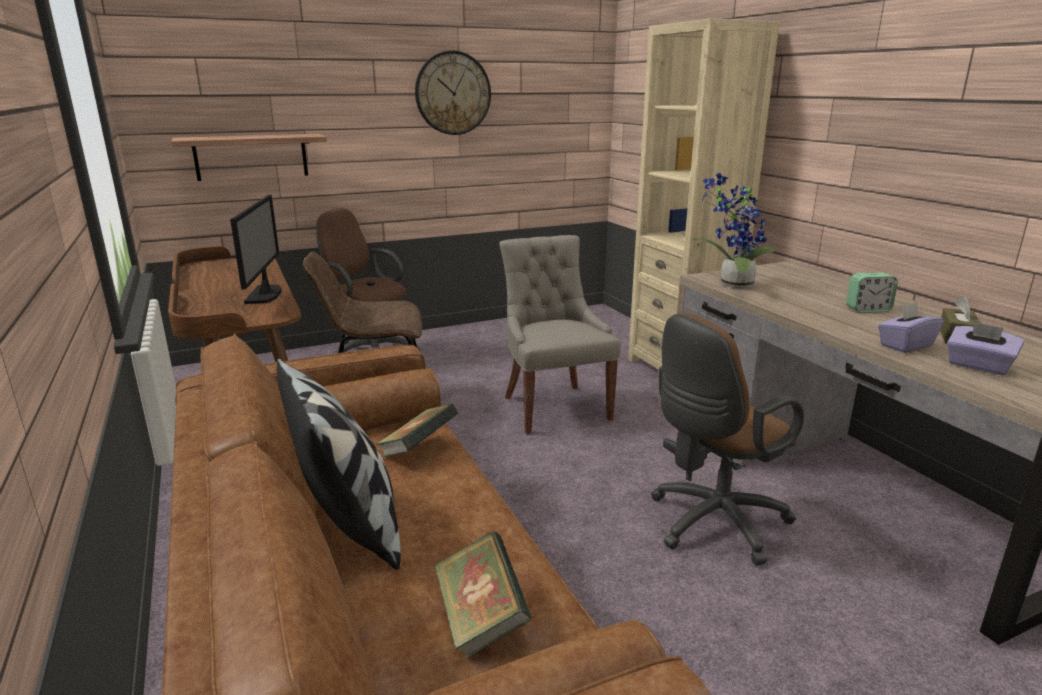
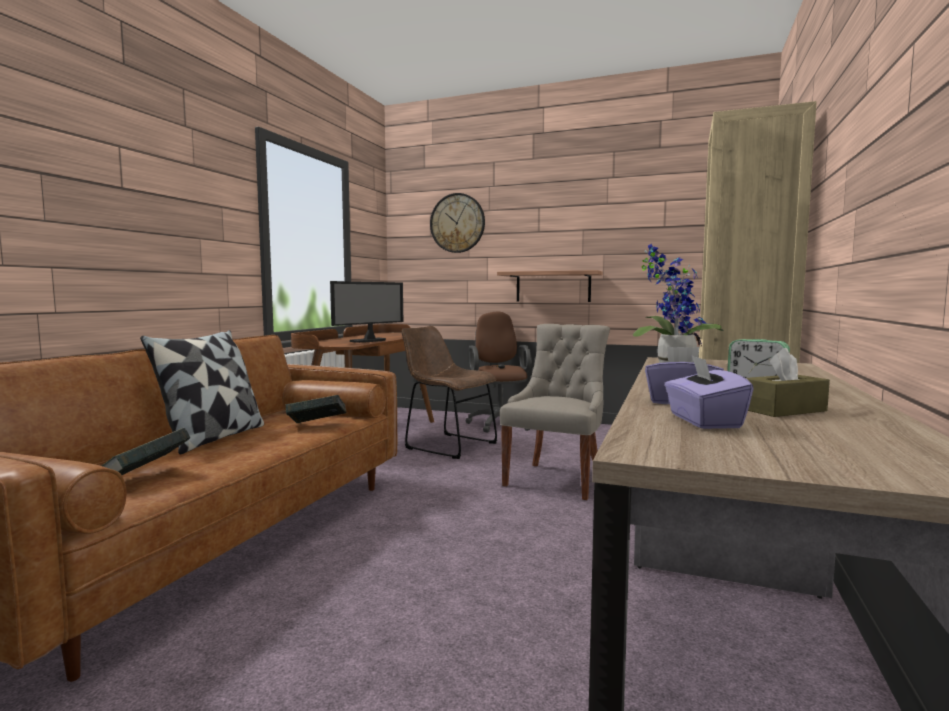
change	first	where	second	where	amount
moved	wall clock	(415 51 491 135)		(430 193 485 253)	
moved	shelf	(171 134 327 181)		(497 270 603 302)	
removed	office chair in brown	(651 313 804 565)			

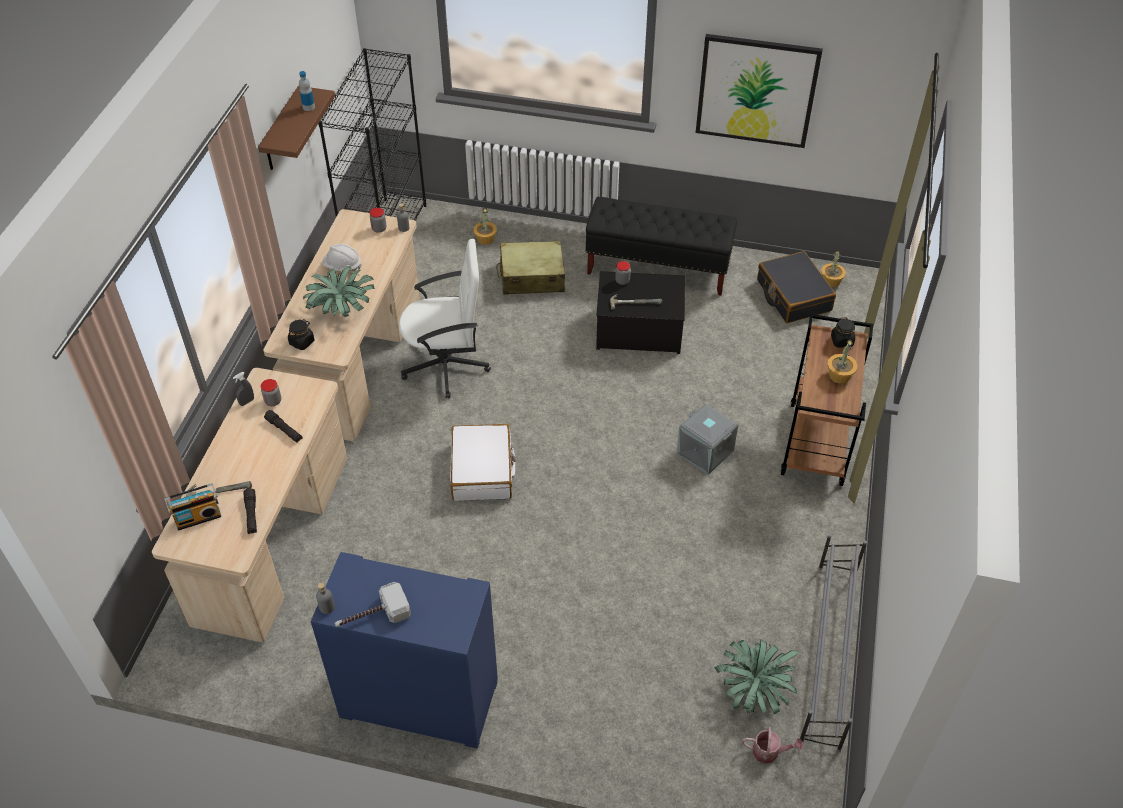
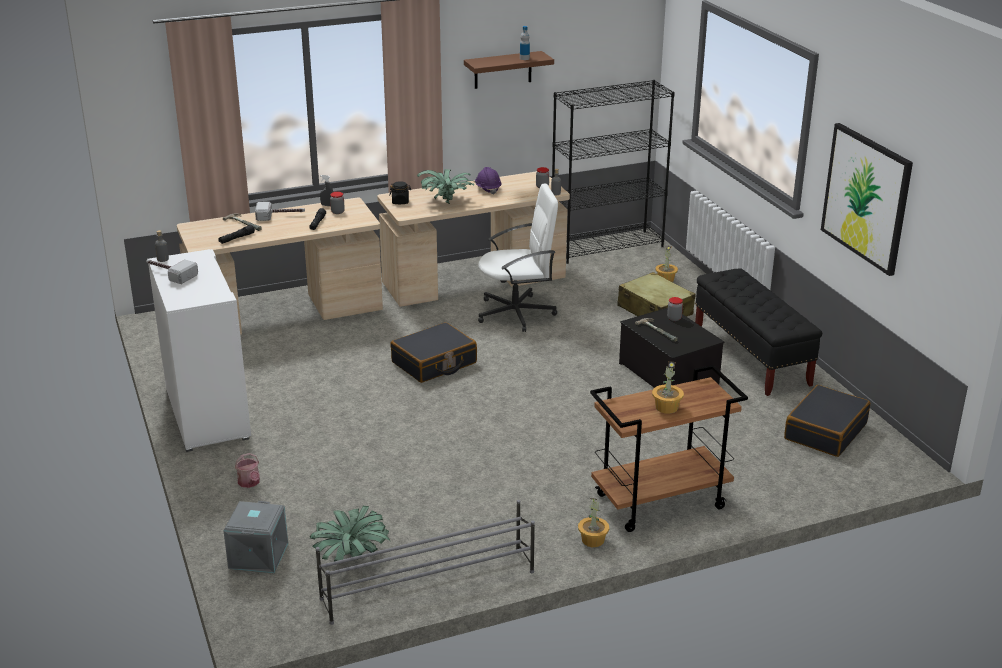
change	first	where	second	where	amount
recoloured	cabinet in blue	(311 552 498 749)	cabinet in white	(148 249 251 452)	
moved	storage box in grey	(676 404 738 475)		(223 501 288 573)	
moved	watering can	(742 727 803 764)		(235 453 260 488)	
added			hammer	(255 202 305 221)	
recoloured	suitcase in white	(450 424 516 501)	suitcase in black	(390 322 477 383)	
recoloured	hard hat in white	(322 244 362 271)	hard hat in purple	(475 167 501 195)	
turned	office chair in white	(399 239 491 398)		(478 184 558 332)	60 degrees counterclockwise
moved	potted plant	(821 251 846 287)		(578 498 609 547)	
removed	radio	(164 483 221 531)			
removed	jar in black	(831 318 855 347)			

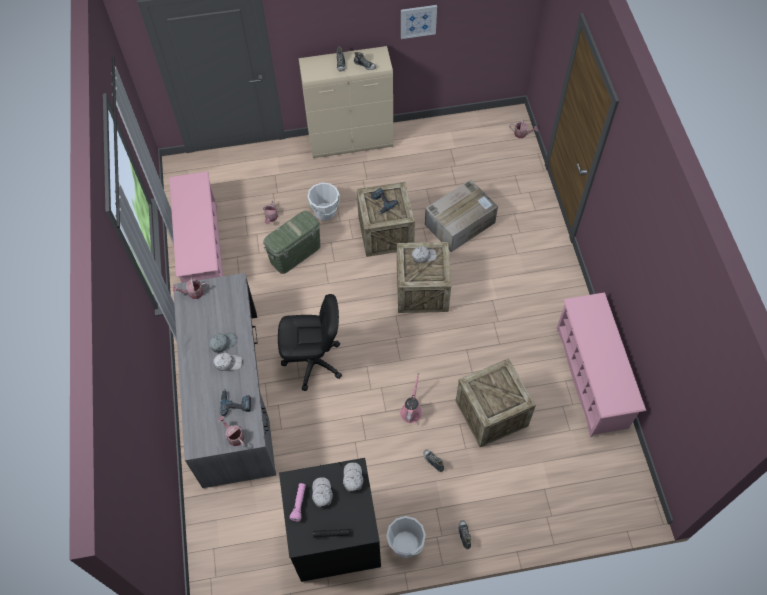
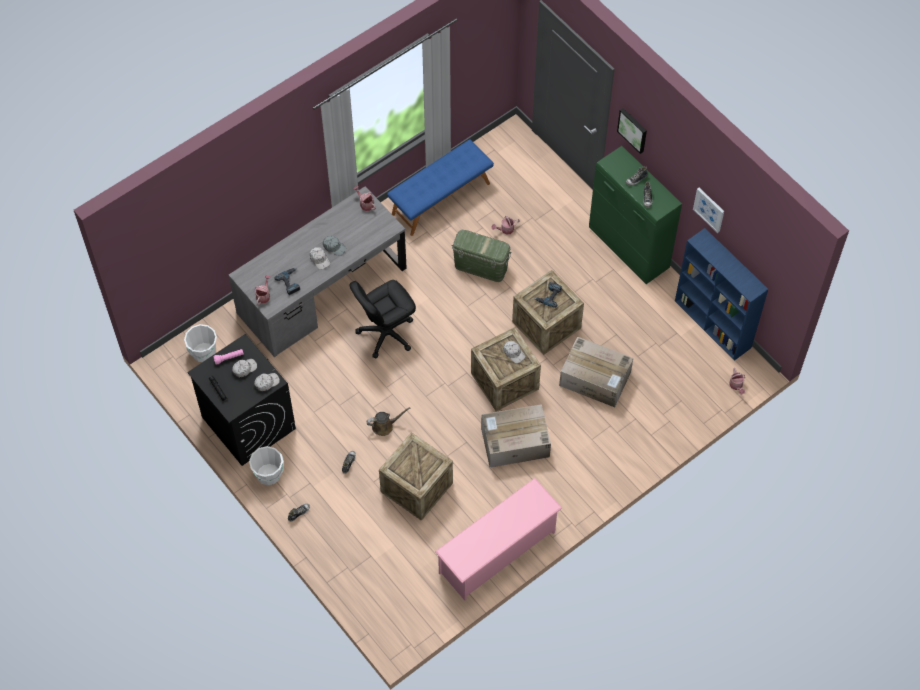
change	first	where	second	where	amount
moved	bucket in white	(308 183 340 221)		(184 324 217 362)	
turned	office chair in black	(278 294 342 391)		(350 280 416 358)	90 degrees clockwise
recoloured	watering can in pink	(400 373 422 423)	watering can in brown	(366 407 411 436)	
replaced	shoe rack in pink	(169 171 223 283)	bench in blue	(387 139 494 236)	
added			cardboard box	(481 404 551 467)	
recoloured	cabinet in beige	(299 46 393 158)	cabinet in green	(589 146 682 284)	
added			picture	(617 108 647 154)	
added			bookcase in blue	(675 228 768 361)	

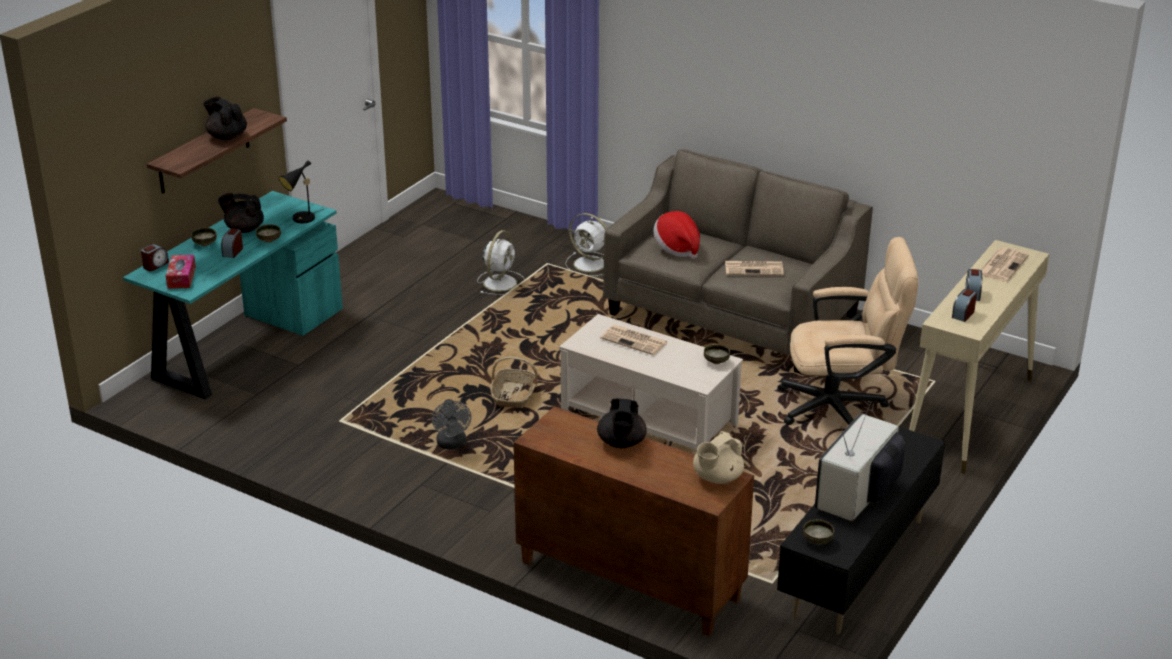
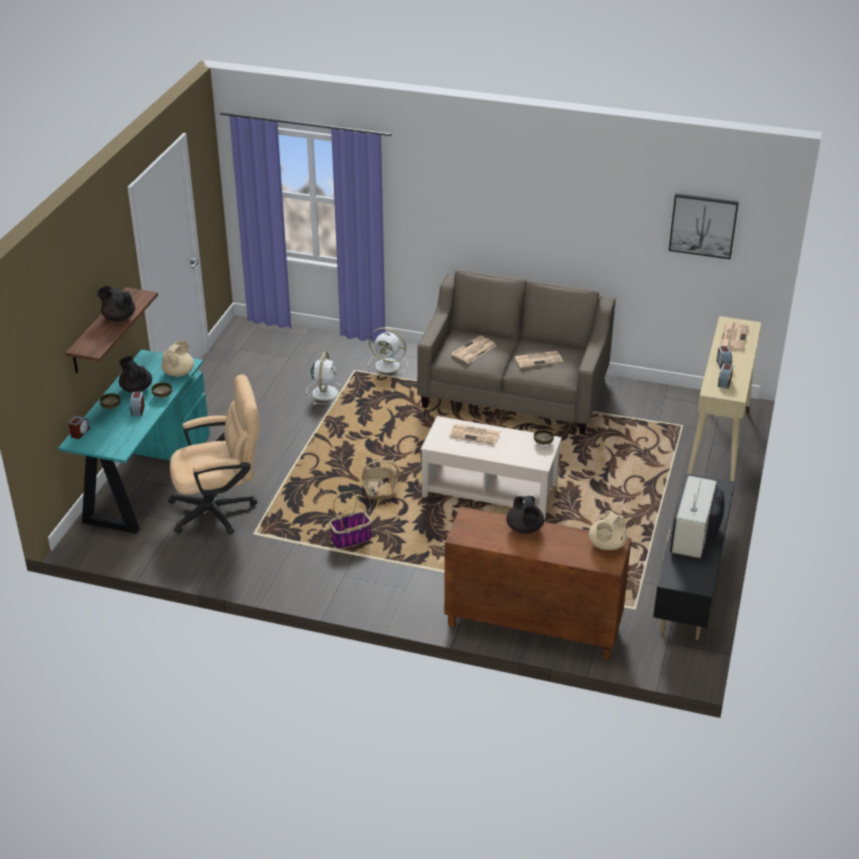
change	first	where	second	where	amount
turned	teapot in black	(218 193 264 233)		(119 356 152 393)	60 degrees clockwise
replaced	table lamp in black	(279 160 323 223)	teapot in beige	(161 341 194 377)	
moved	office chair in beige	(777 237 918 425)		(168 375 259 534)	
replaced	fan in grey	(432 399 472 449)	basket	(329 492 372 549)	
replaced	hat	(653 211 700 259)	newspaper	(451 336 496 363)	
added			picture	(669 193 739 259)	
removed	tissue box	(166 255 196 289)			
removed	bowl	(803 520 834 544)			

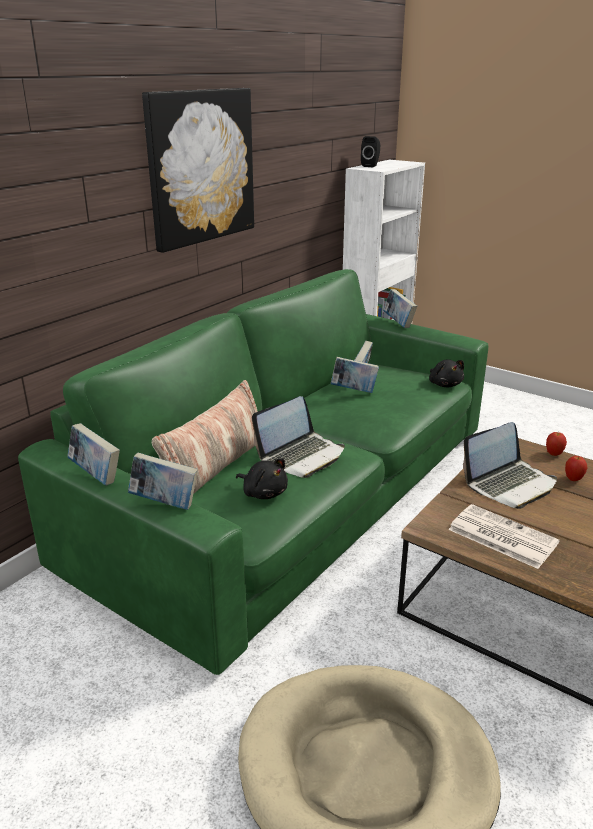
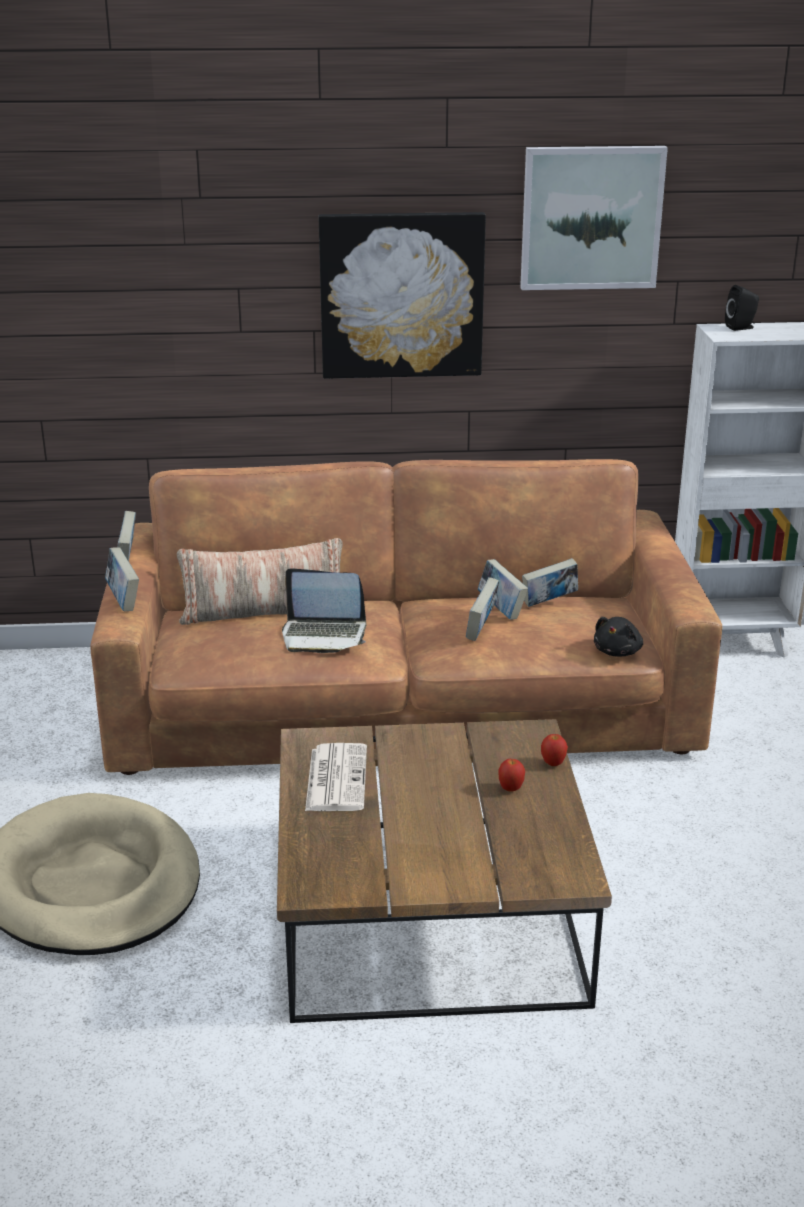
change	first	where	second	where	amount
recoloured	sofa in green	(18 269 488 675)	sofa in brown	(90 459 722 775)	
moved	book	(383 289 417 328)		(466 577 499 641)	
added			picture	(520 146 668 290)	
removed	plush toy in black	(236 458 288 499)			
removed	laptop	(463 422 557 509)			

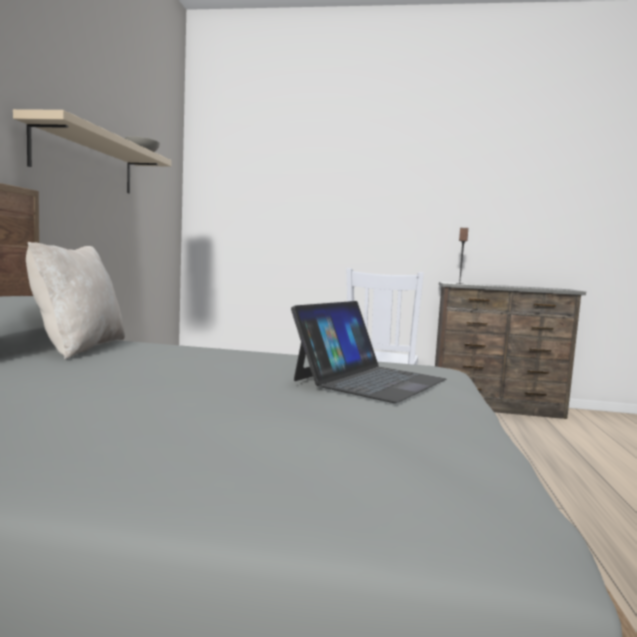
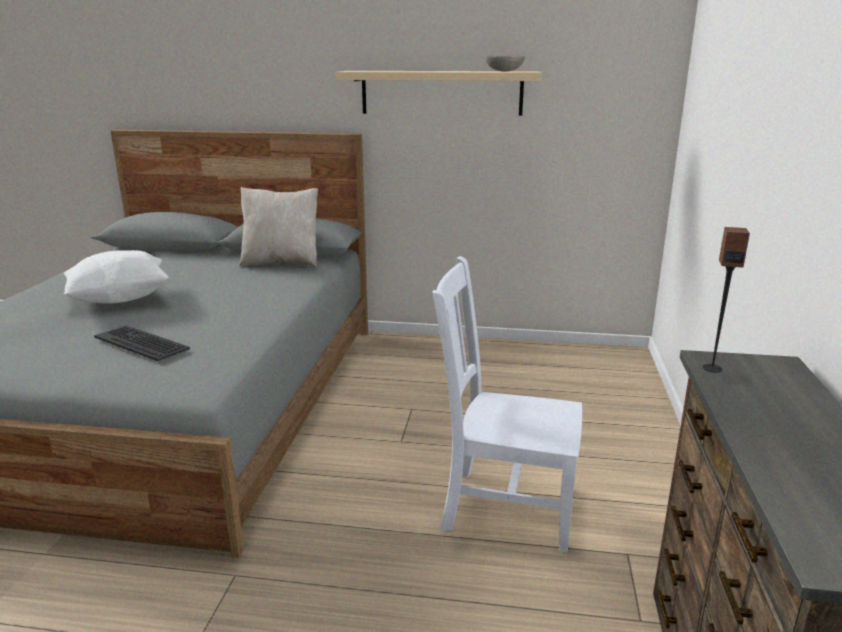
change	first	where	second	where	amount
added			pillow in white	(64 250 168 304)	
replaced	laptop	(291 301 447 403)	keyboard	(94 325 190 361)	

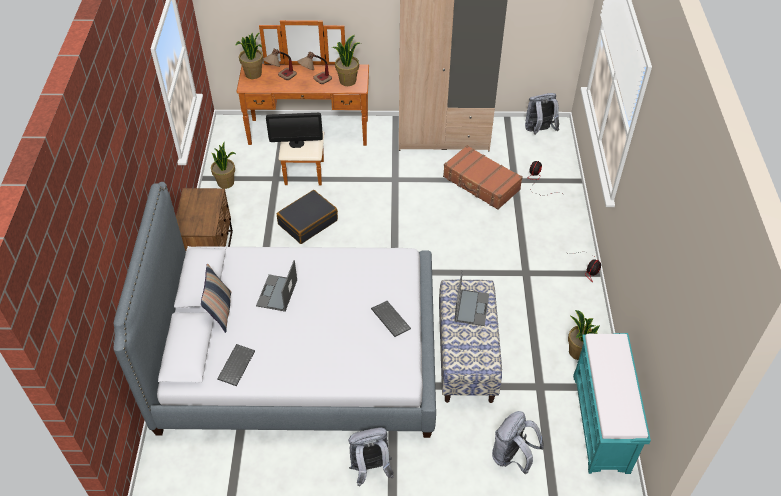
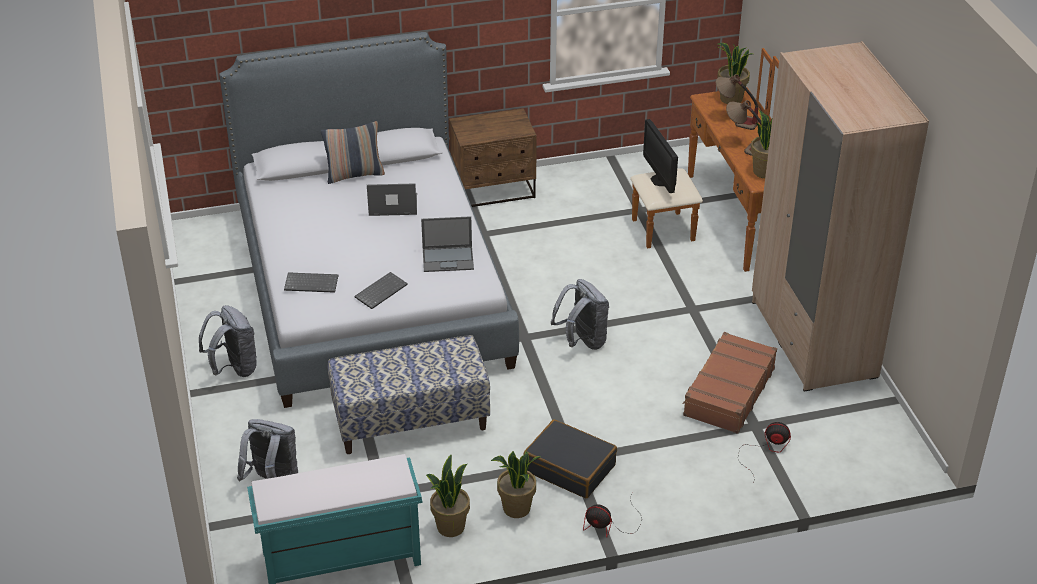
change	first	where	second	where	amount
moved	keyboard	(217 344 255 386)		(284 272 338 293)	
moved	laptop	(454 271 489 326)		(421 216 474 272)	
moved	potted plant	(211 141 236 189)		(491 451 540 518)	
moved	suitcase in black	(277 190 338 244)		(523 419 617 498)	
moved	backpack in grey	(525 93 559 135)		(551 279 609 350)	

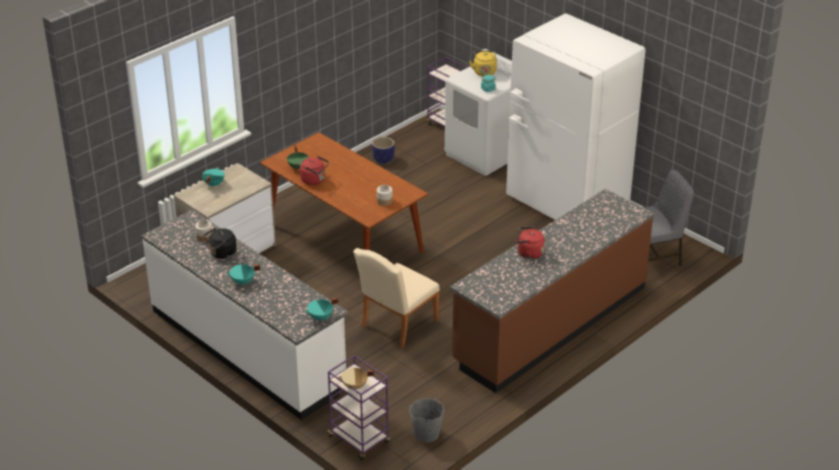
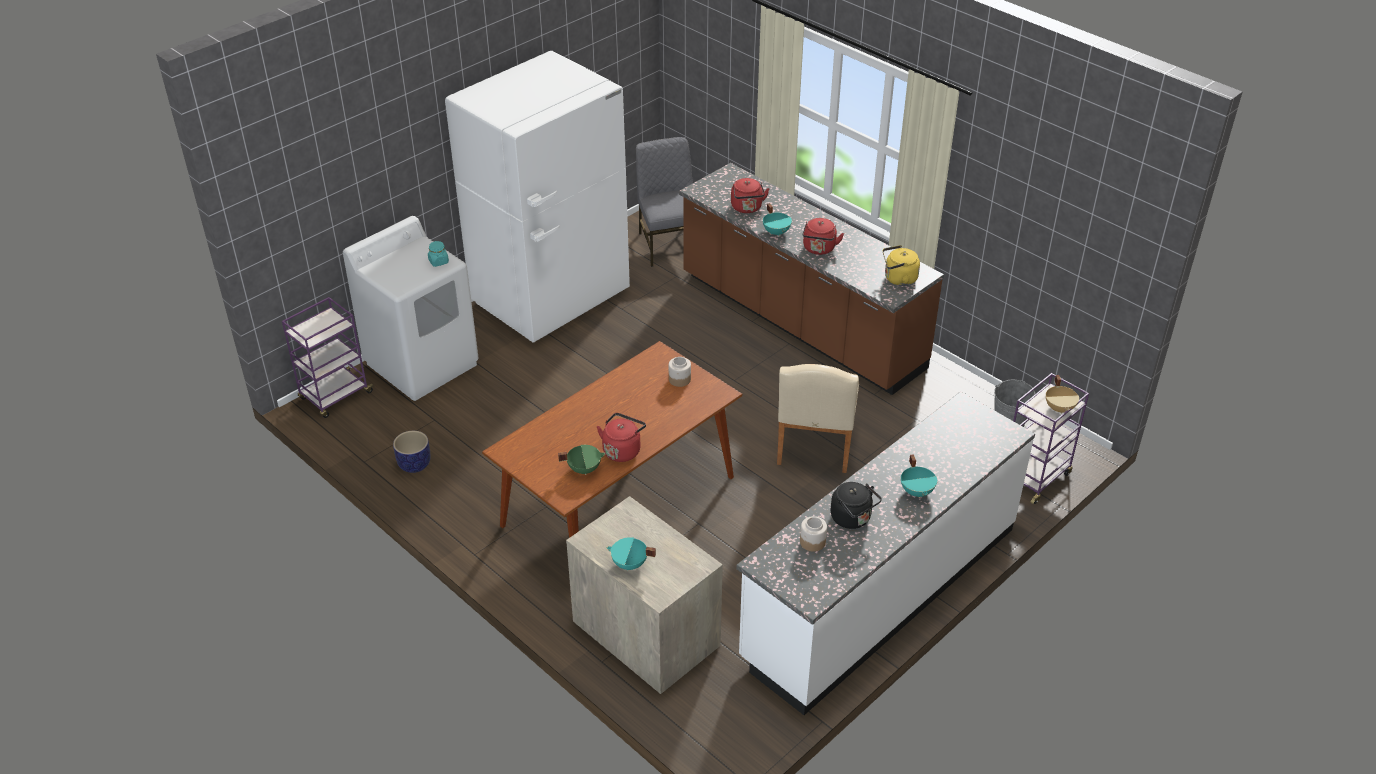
change	first	where	second	where	amount
added			kettle in red	(731 178 769 213)	
moved	cooking pot in turquoise	(305 297 338 321)		(763 203 792 236)	
turned	chair in beige	(353 248 440 348)		(777 364 859 473)	60 degrees clockwise
moved	kettle in yellow	(469 50 497 76)		(883 245 920 286)	

